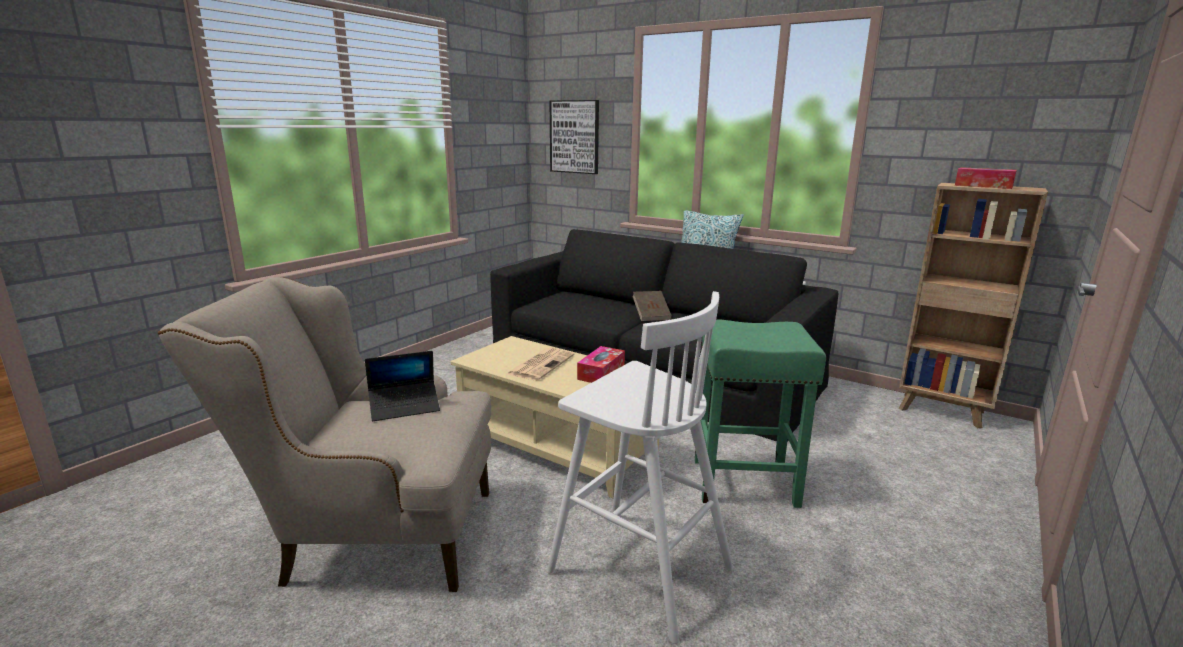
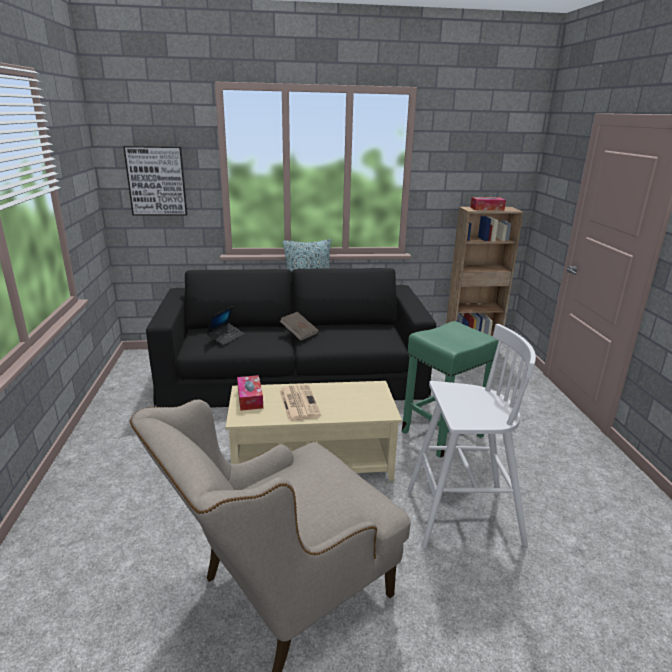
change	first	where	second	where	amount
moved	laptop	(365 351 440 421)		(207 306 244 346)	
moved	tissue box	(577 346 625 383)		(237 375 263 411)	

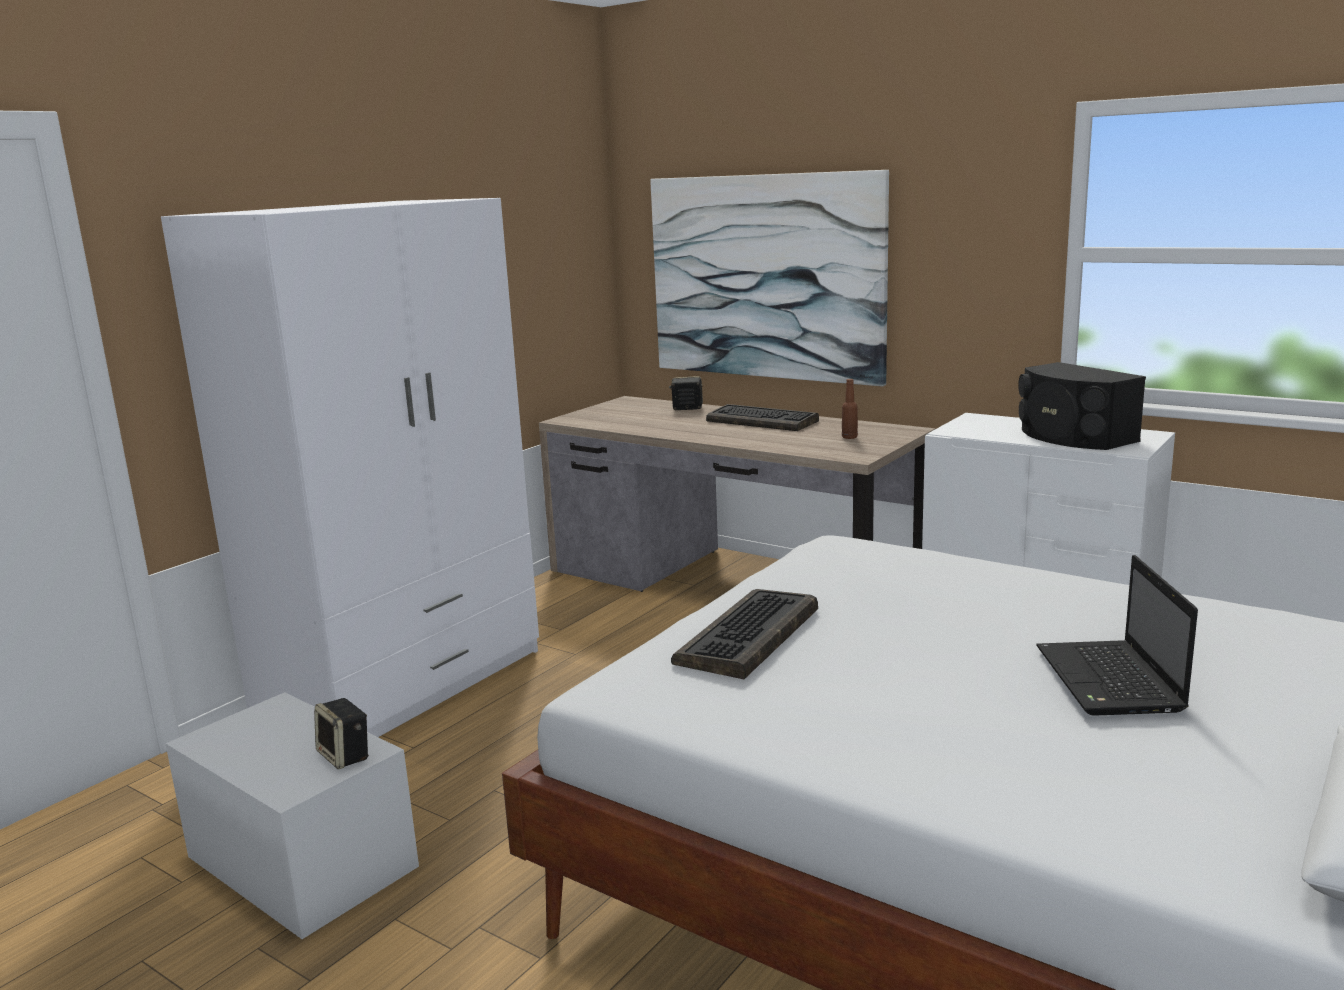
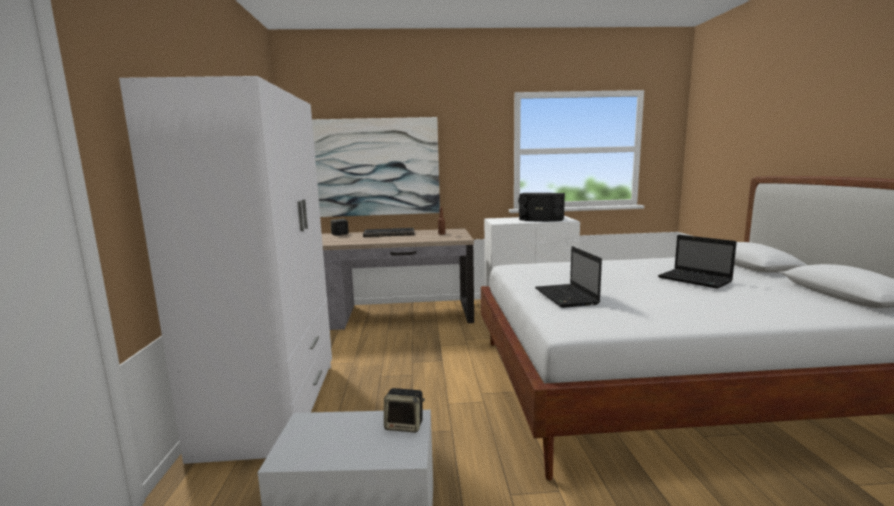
change	first	where	second	where	amount
replaced	keyboard	(671 589 818 679)	laptop	(535 246 602 308)	

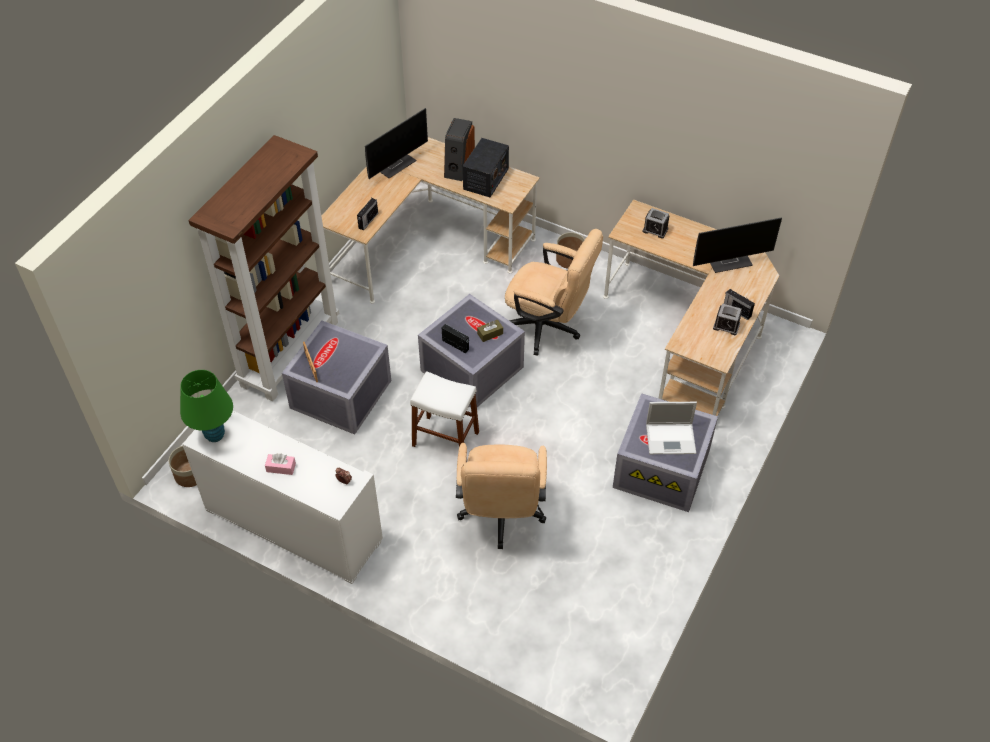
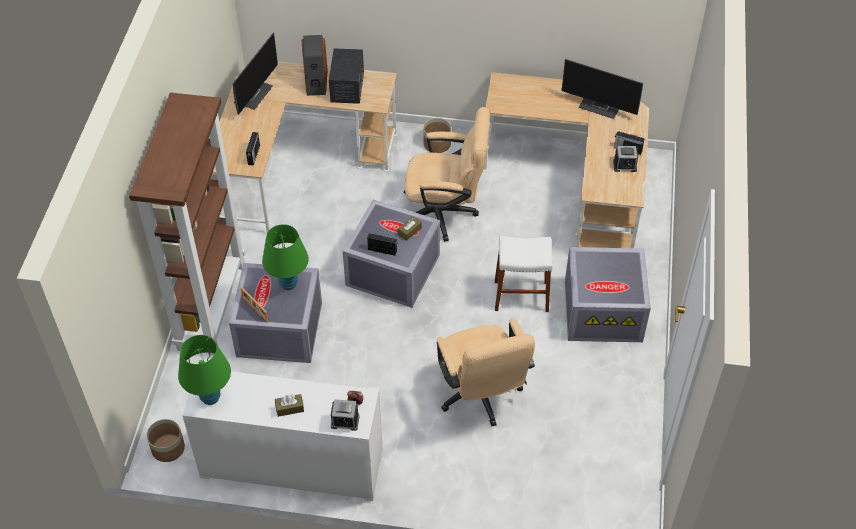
change	first	where	second	where	amount
added			table lamp in green	(262 224 309 290)	
recoloured	tissue box in pink	(265 454 296 475)	tissue box in brown	(275 394 304 417)	
moved	alarm clock	(643 208 669 239)		(331 399 360 431)	
moved	stool in white	(410 371 479 447)		(495 236 553 312)	
turned	monitor	(693 217 782 273)		(561 59 643 119)	60 degrees clockwise
removed	laptop	(646 402 697 454)			

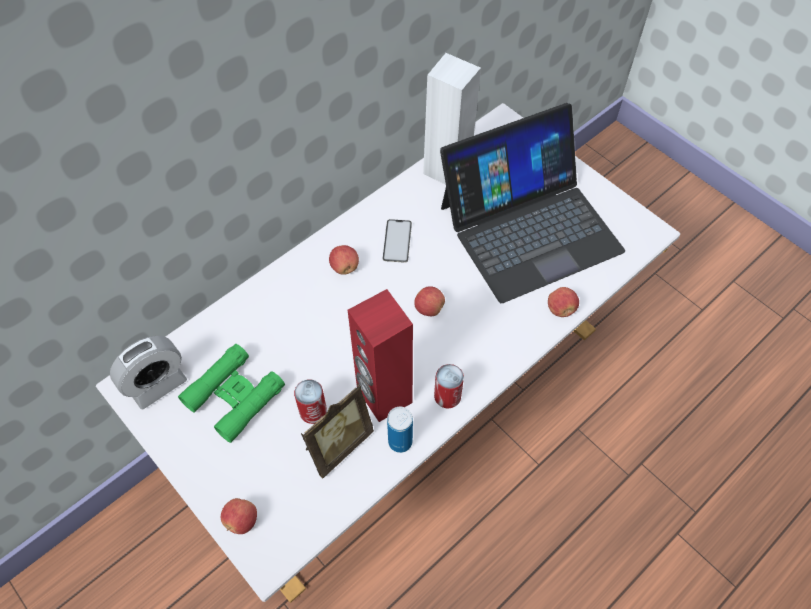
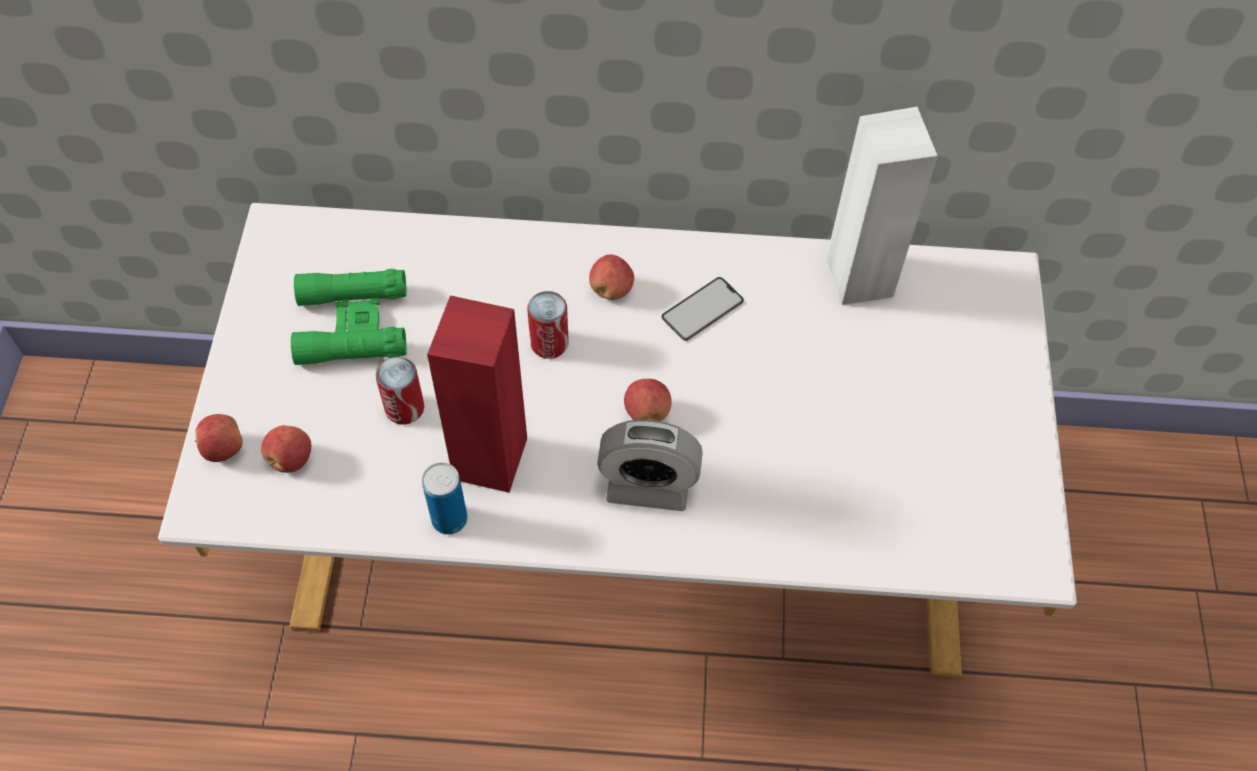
change	first	where	second	where	amount
moved	apple	(548 287 579 317)		(261 425 311 473)	
moved	can	(434 364 464 408)		(527 291 569 359)	
moved	alarm clock	(110 336 187 409)		(597 420 703 511)	
removed	picture frame	(301 384 374 478)			
removed	laptop	(440 103 625 303)			

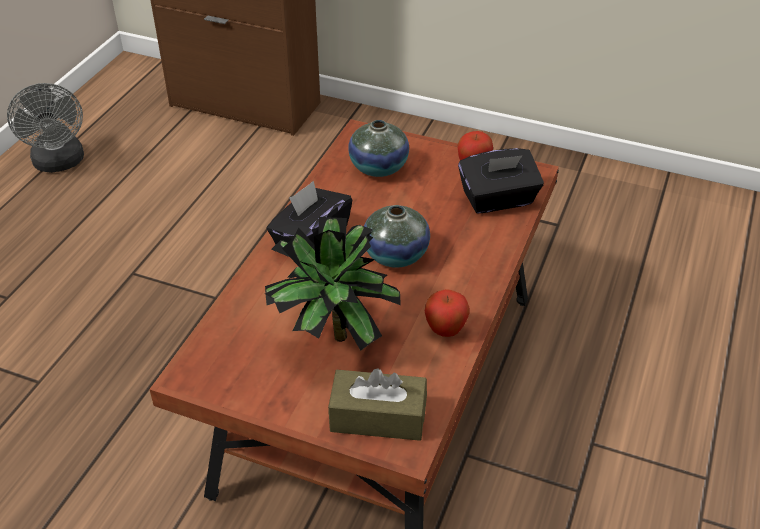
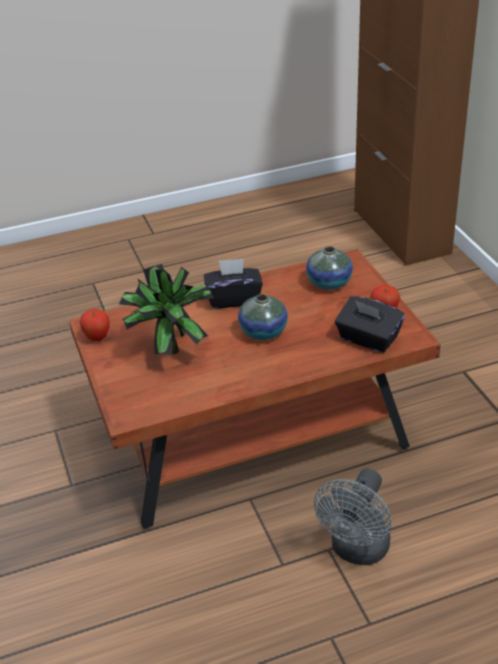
change	first	where	second	where	amount
moved	apple	(425 289 469 337)		(80 309 110 341)	
moved	fan in grey	(7 83 84 173)		(314 468 392 565)	
removed	tissue box in brown	(328 368 427 441)			

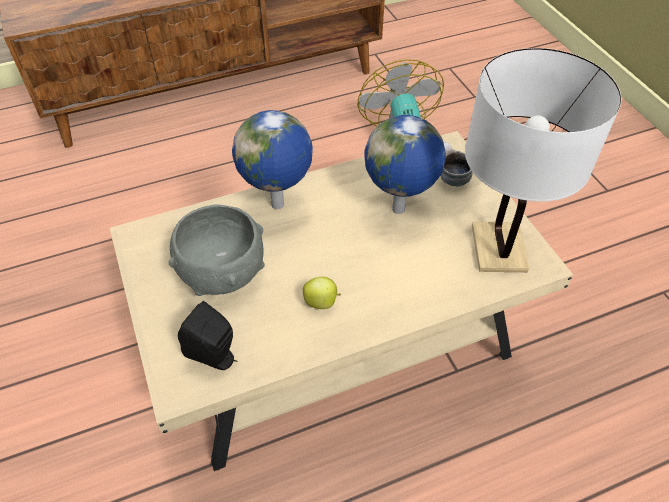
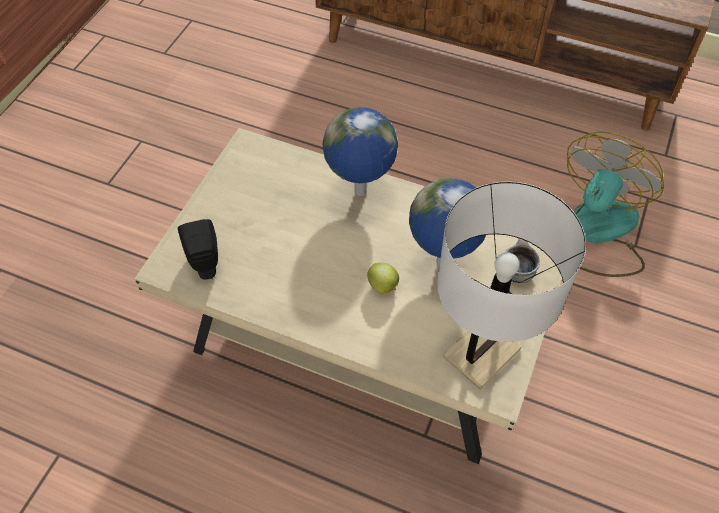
change	first	where	second	where	amount
moved	apple	(303 277 341 309)		(367 263 399 294)	
removed	bowl in grey	(169 204 265 296)			

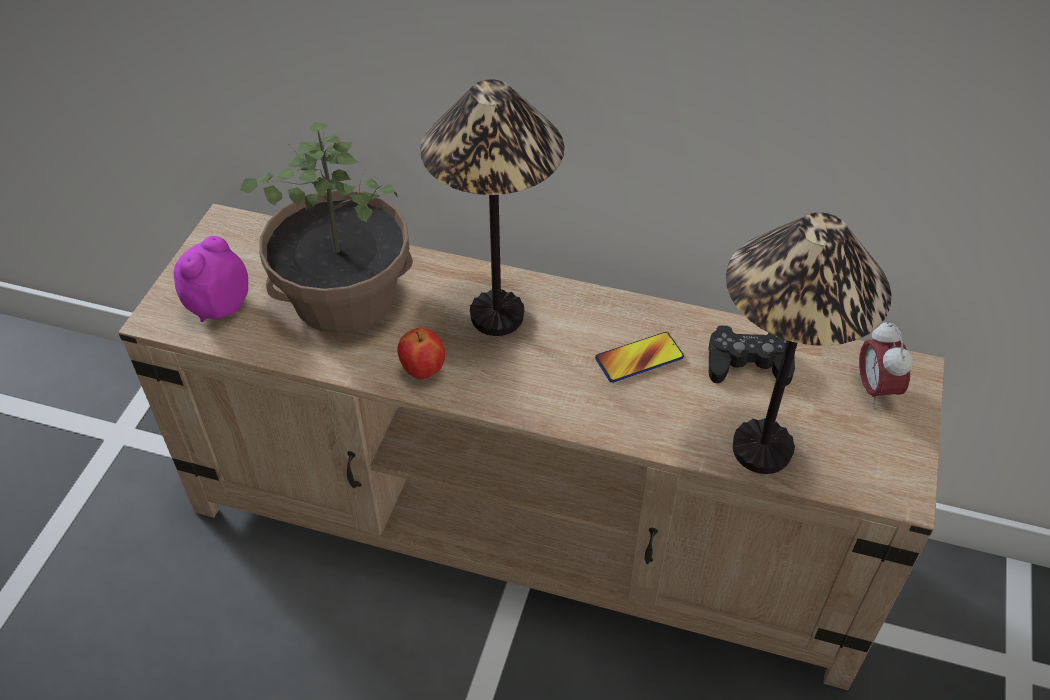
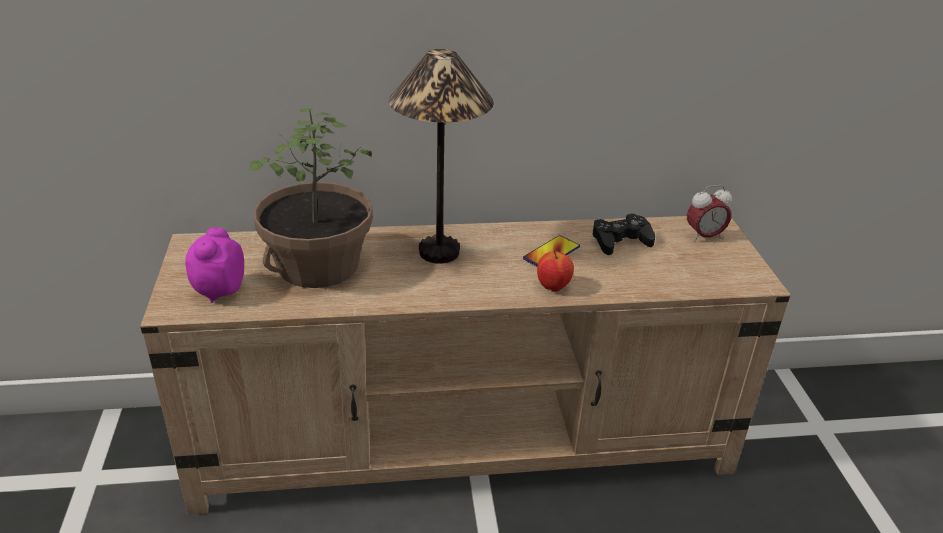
change	first	where	second	where	amount
moved	apple	(397 328 445 380)		(537 251 574 292)	
turned	alarm clock	(859 320 913 407)		(687 185 732 242)	75 degrees counterclockwise
removed	table lamp	(726 212 891 474)			

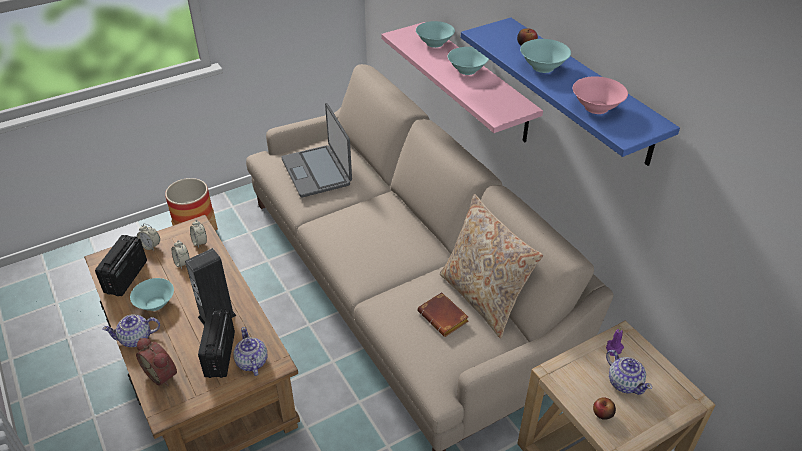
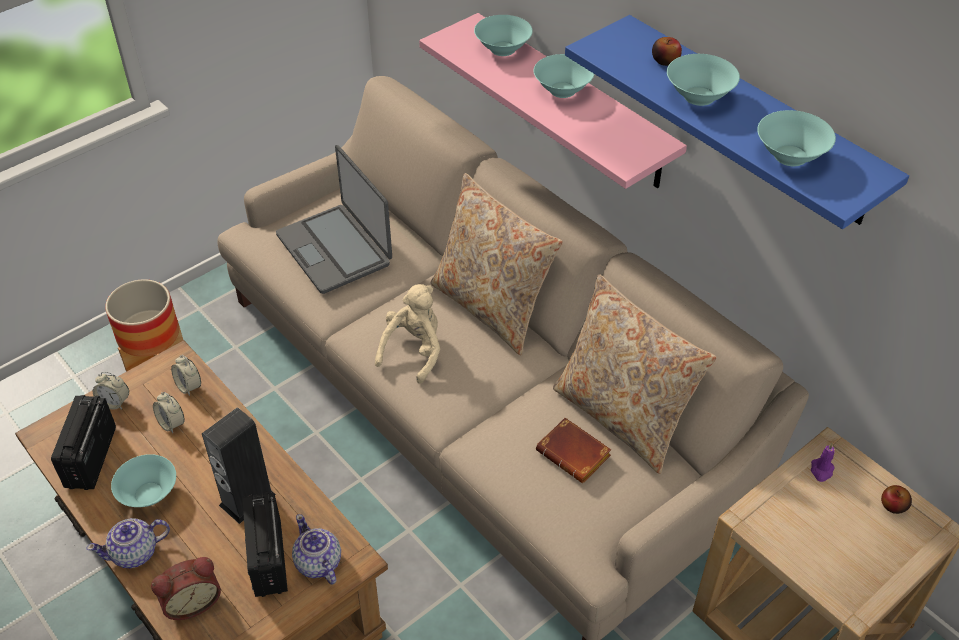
change	first	where	second	where	amount
turned	alarm clock	(136 338 177 386)		(151 557 221 620)	60 degrees counterclockwise
added			plush toy in beige	(375 284 440 384)	
added			pillow in beige	(430 173 563 355)	
recoloured	bowl in pink	(573 76 628 114)	bowl in turquoise	(757 110 836 166)	
moved	apple	(593 397 616 420)		(881 485 912 514)	
removed	teapot	(606 350 652 395)			

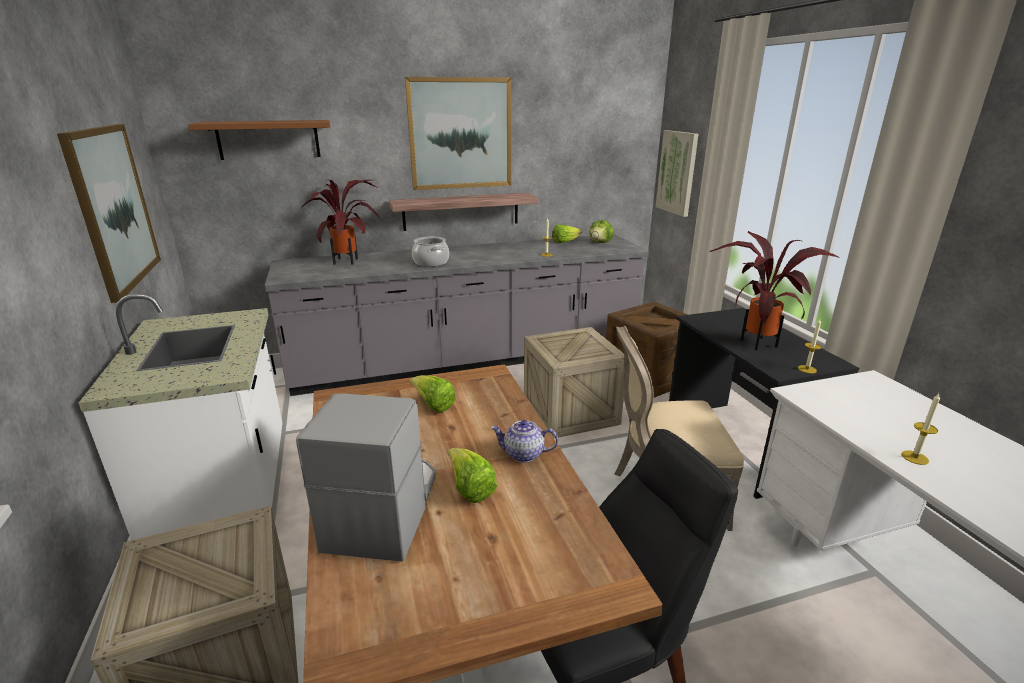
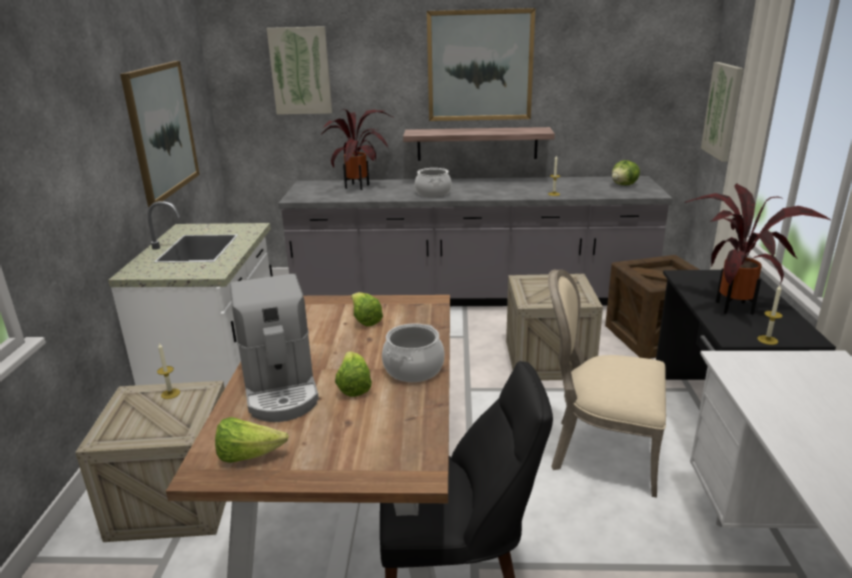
change	first	where	second	where	amount
moved	candle	(901 393 940 465)		(157 343 180 399)	
moved	lettuce	(553 224 582 243)		(215 417 289 463)	
turned	coffee machine	(296 393 436 562)		(230 274 319 422)	135 degrees clockwise
replaced	shelf in brown	(188 120 330 160)	picture	(267 26 332 115)	
replaced	teapot	(491 420 558 463)	cooking pot	(382 324 444 382)	

